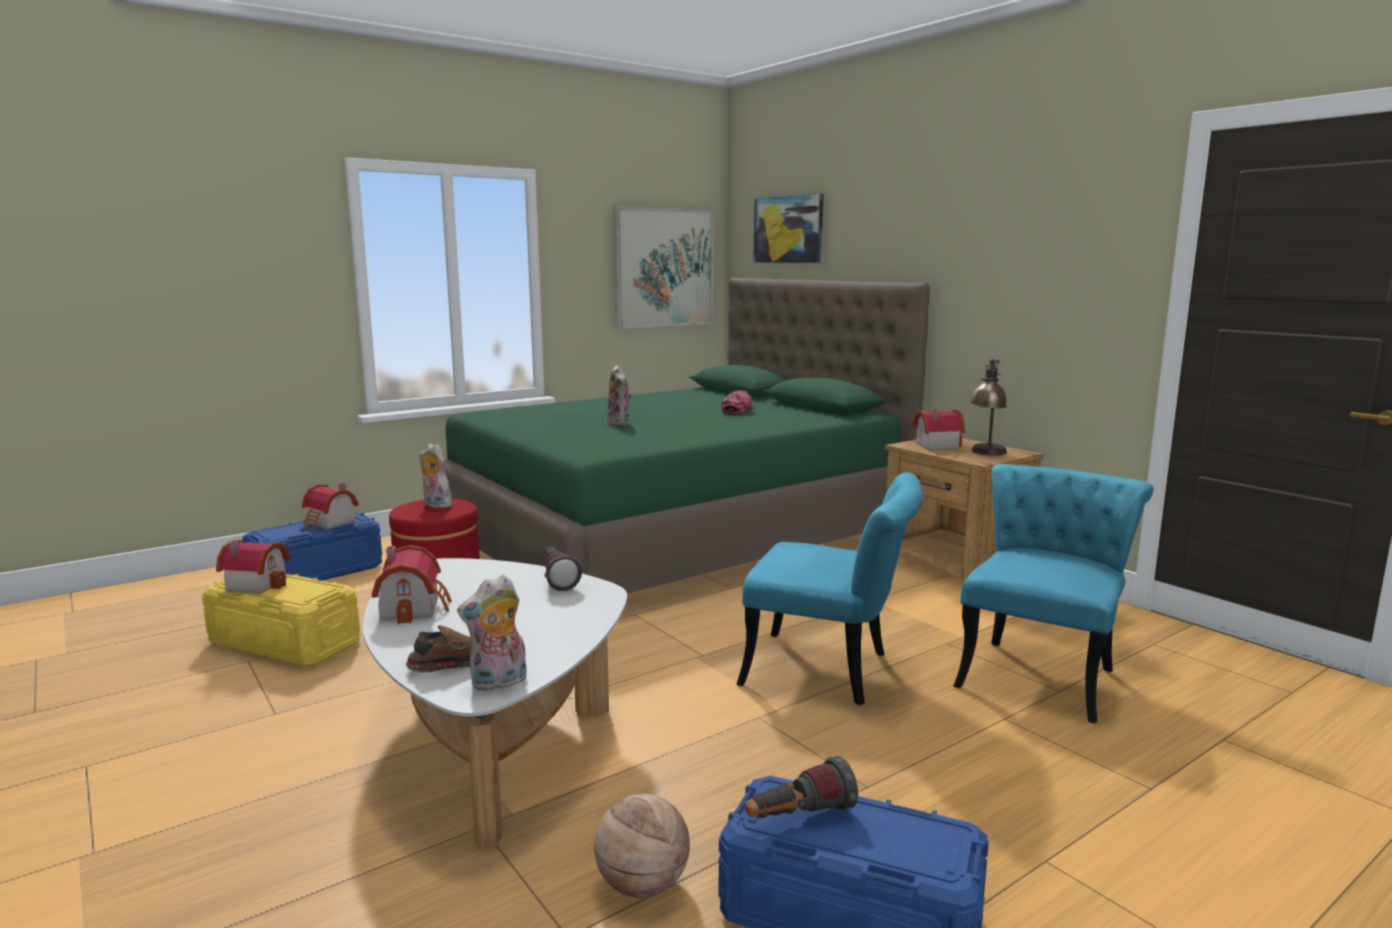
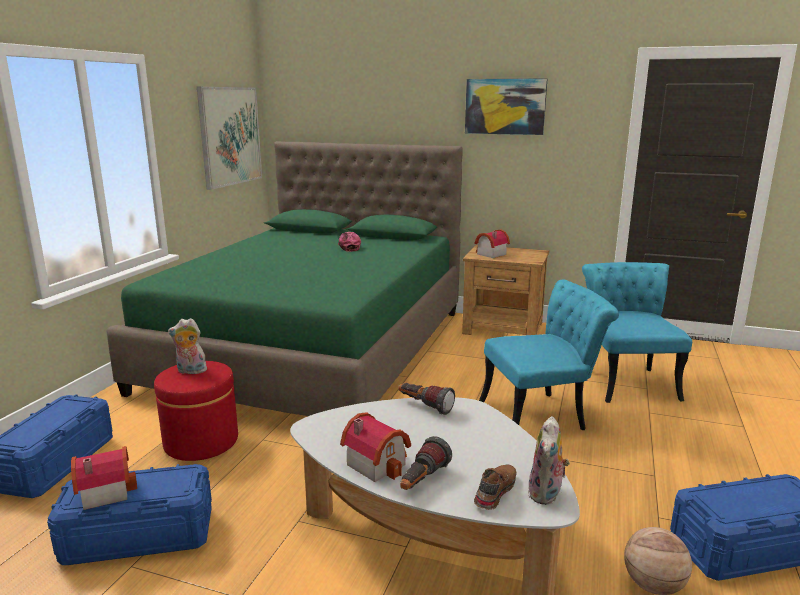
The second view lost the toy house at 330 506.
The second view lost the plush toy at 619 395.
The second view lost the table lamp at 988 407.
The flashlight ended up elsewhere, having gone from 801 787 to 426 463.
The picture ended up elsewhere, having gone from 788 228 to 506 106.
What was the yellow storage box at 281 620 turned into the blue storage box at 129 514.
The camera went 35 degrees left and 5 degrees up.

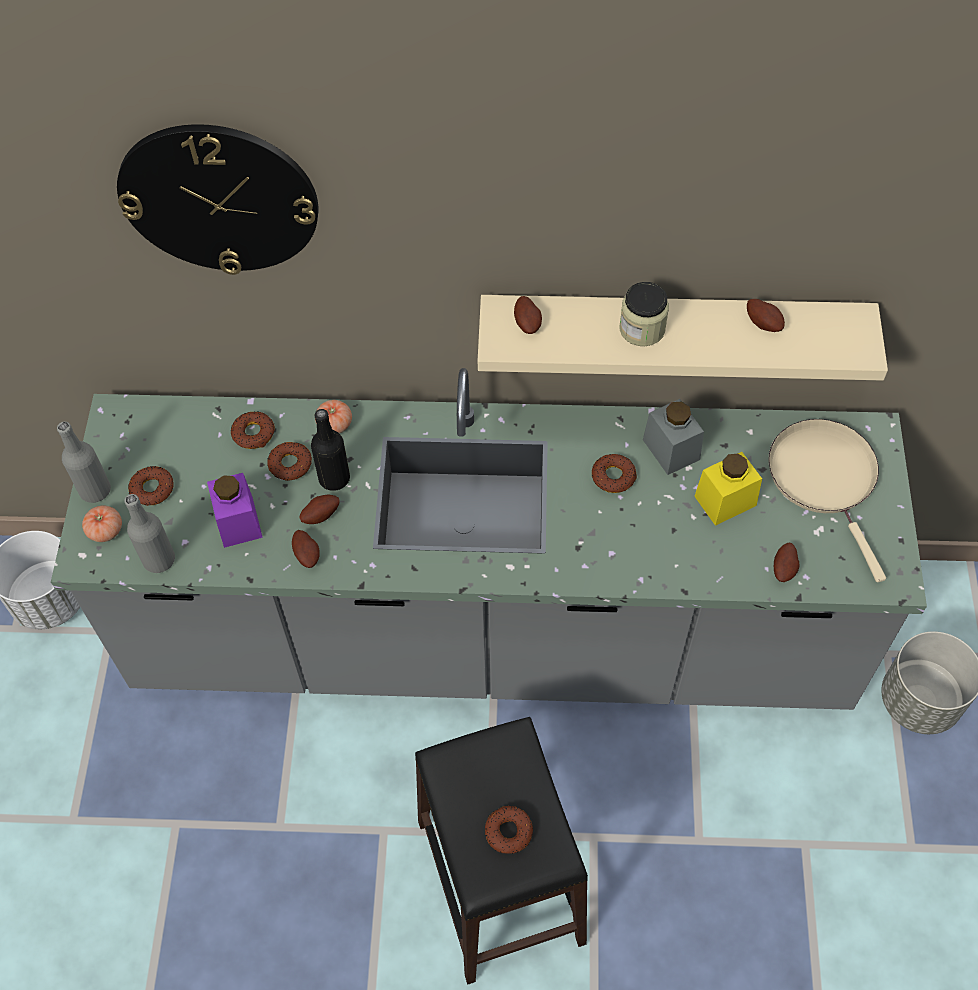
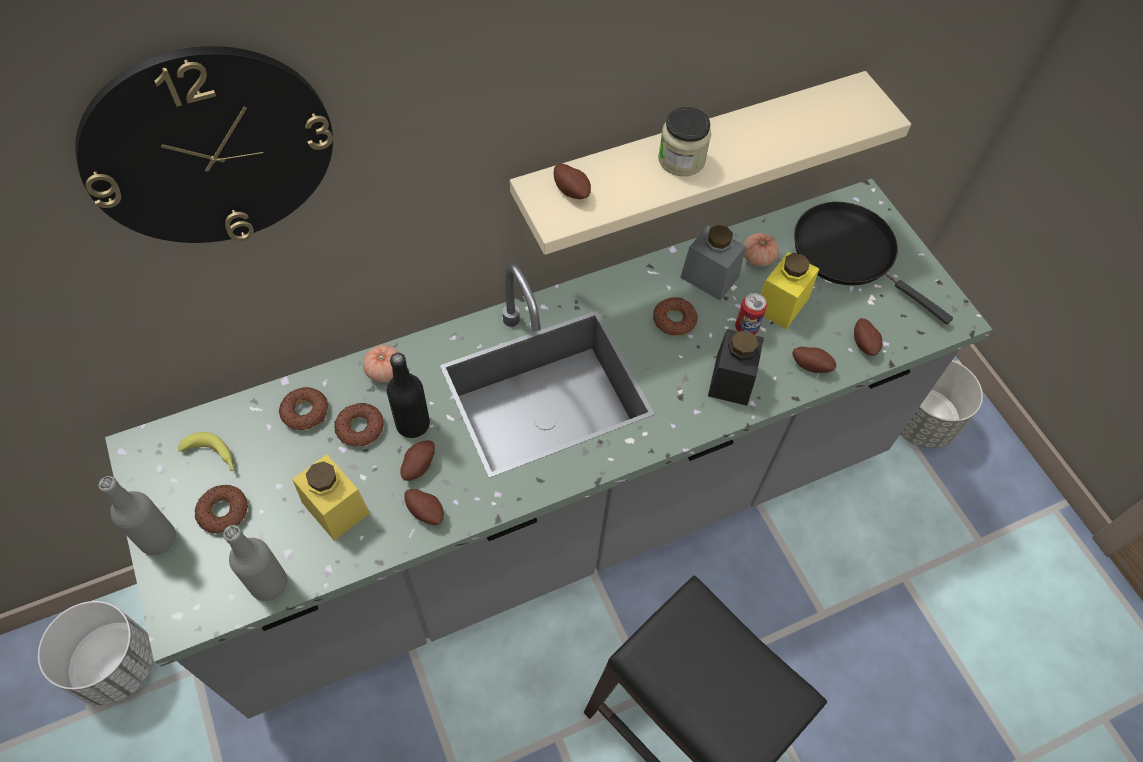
The second view lost the donut at 509 830.
The second view gained the banana at 206 451.
The second view gained the black jar at 736 367.
The second view gained the can at 751 314.
The tomato ended up elsewhere, having gone from 102 523 to 761 249.
The potato ended up elsewhere, having gone from 766 315 to 814 360.
What was the purple jar at 235 510 turned into the yellow jar at 331 497.
What was the beige frying pan at 827 500 turned into the black frying pan at 873 263.
The camera went 30 degrees left and 0 degrees up.

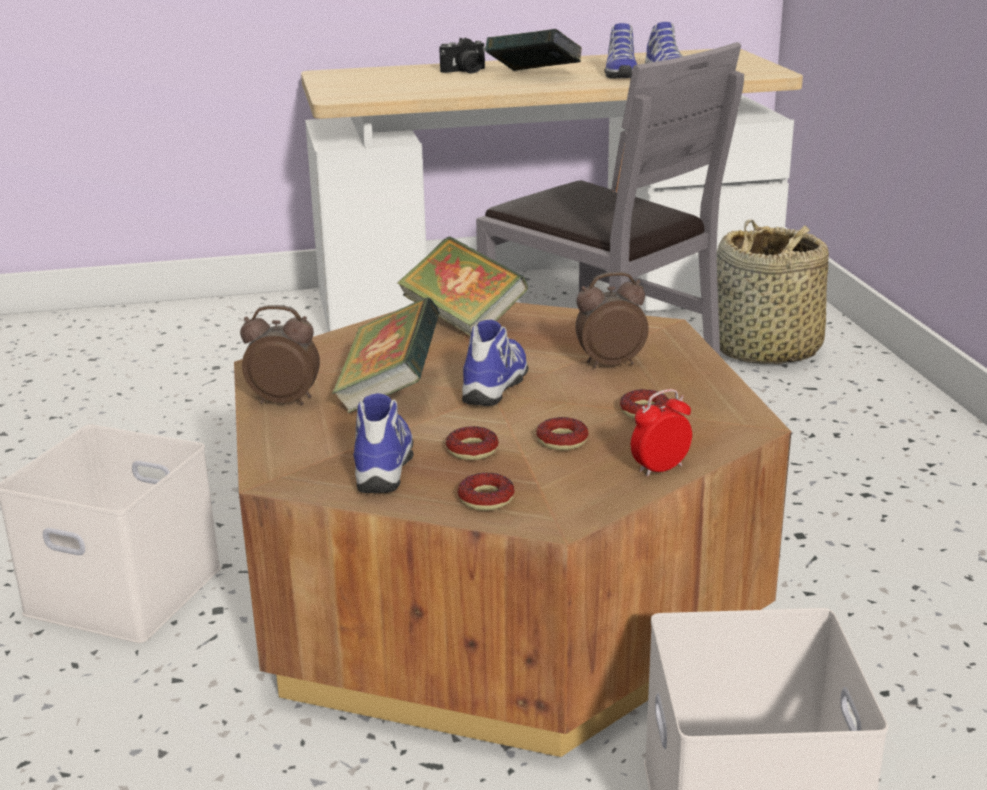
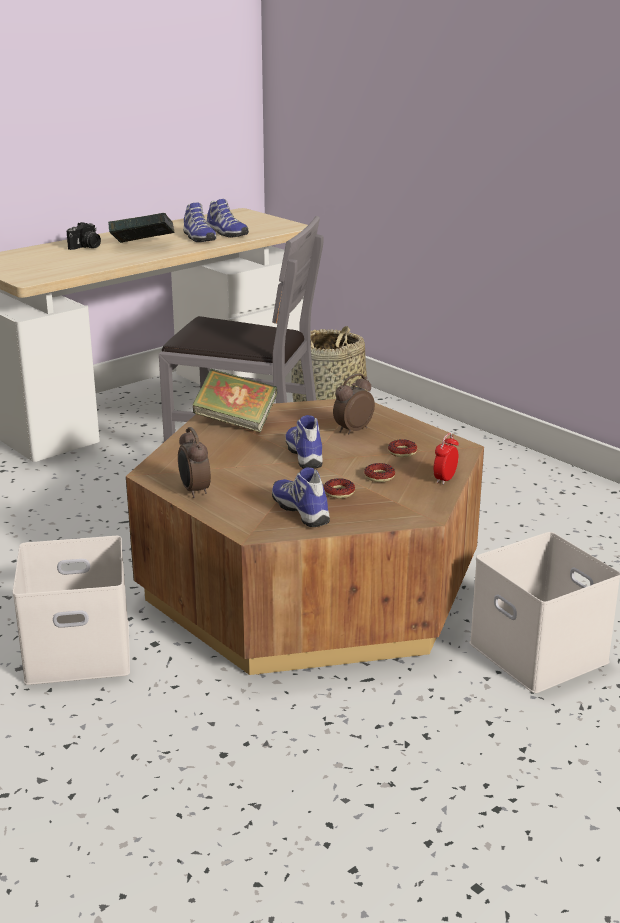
The second view lost the book at 386 355.
The second view lost the donut at 486 492.
The alarm clock at 280 355 ended up facing another way, 90 degrees counterclockwise from before.
The camera went 30 degrees left and 0 degrees up.

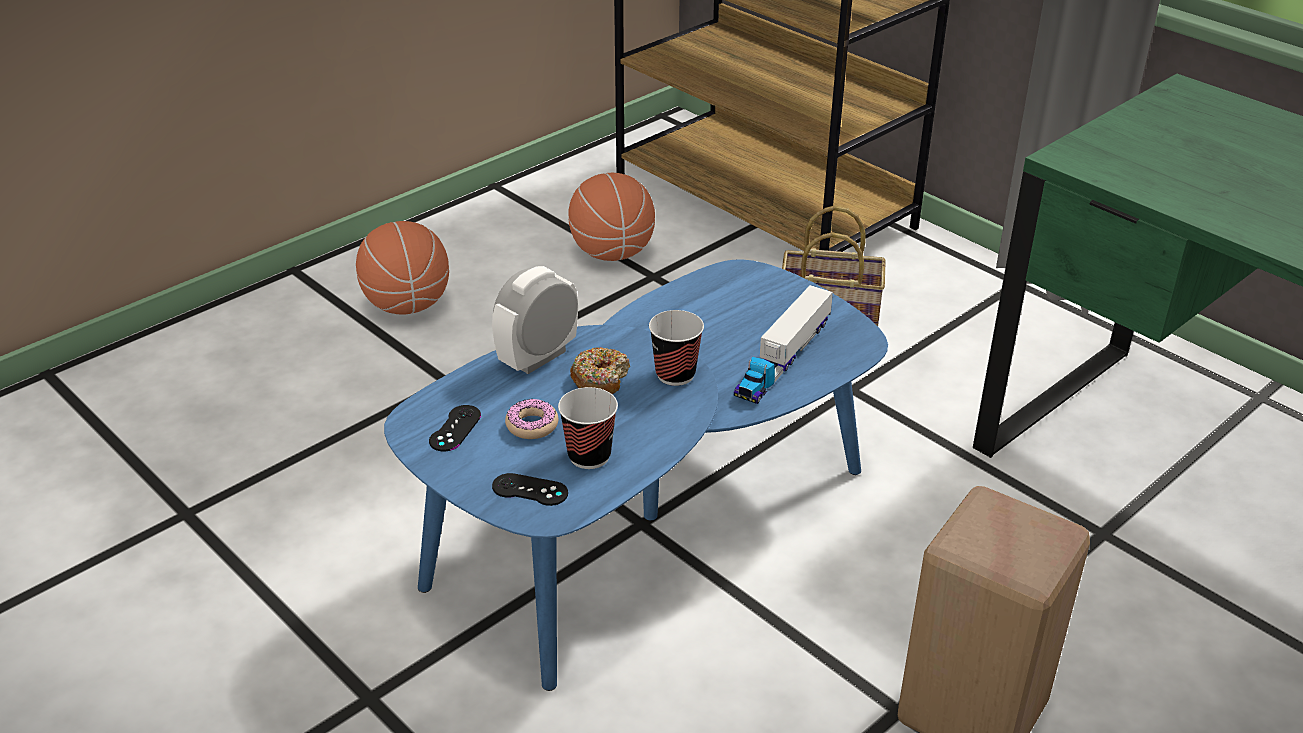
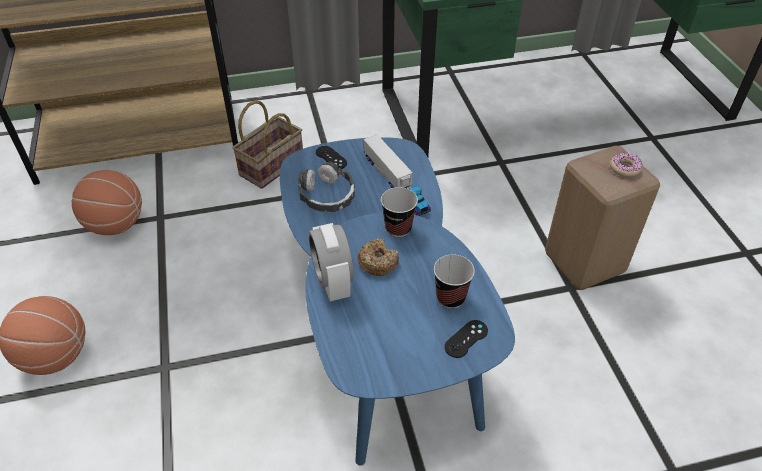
The second view gained the headphones at 326 187.
The black game controller ended up elsewhere, having gone from 455 428 to 331 157.
The donut ended up elsewhere, having gone from 532 419 to 626 165.
The camera went 60 degrees left and 10 degrees up.

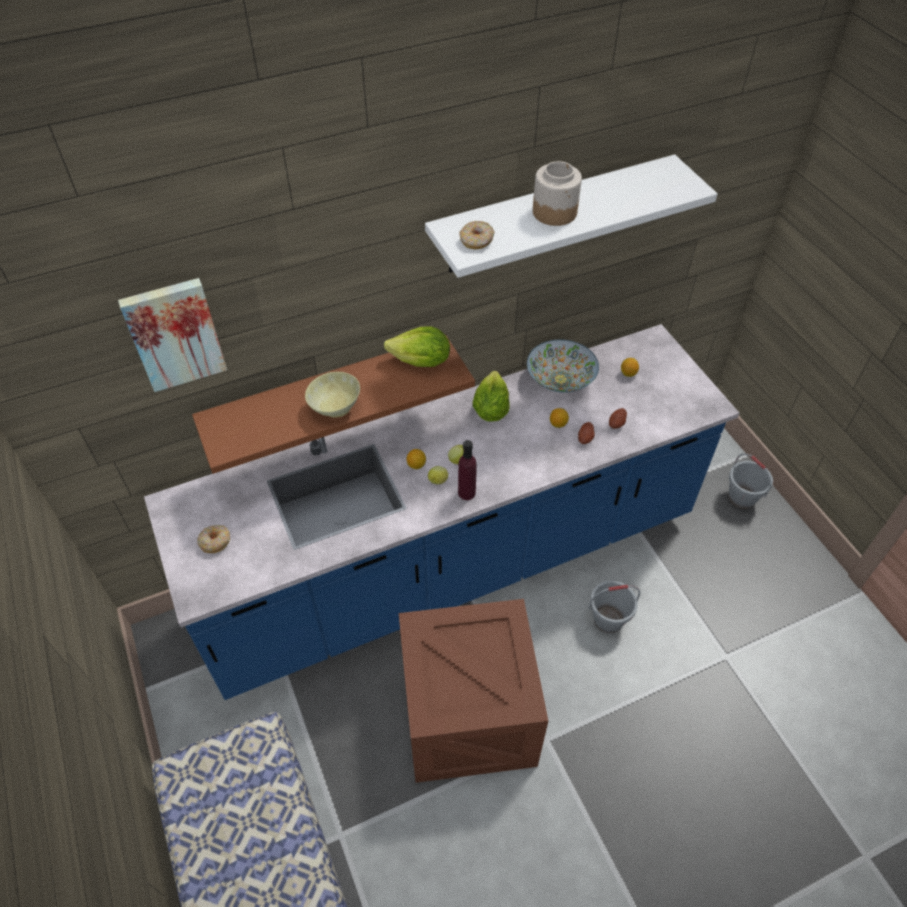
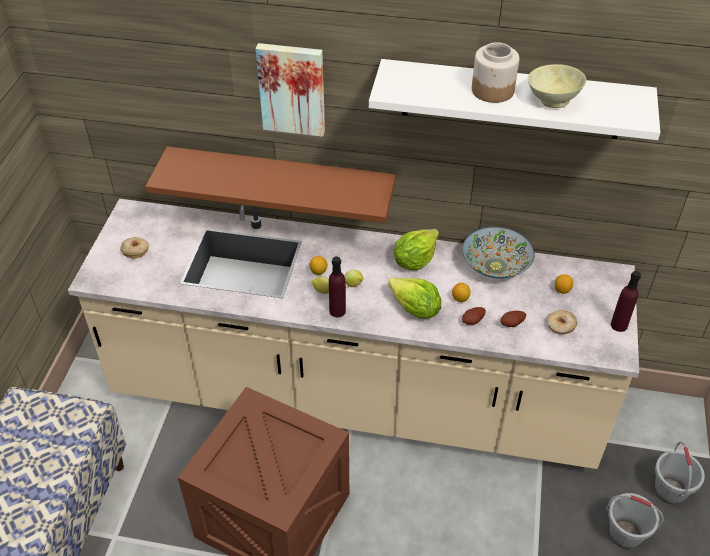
The second view gained the purple bottle at 626 301.
The picture ended up elsewhere, having gone from 172 335 to 290 90.
The beige bowl ended up elsewhere, having gone from 332 395 to 557 86.
The lettuce ended up elsewhere, having gone from 417 347 to 414 298.
The donut ended up elsewhere, having gone from 476 235 to 562 322.
The grey bucket ended up elsewhere, having gone from 614 607 to 635 521.
What was the blue counter at 442 512 turned into the beige counter at 353 334.
The camera went 35 degrees right and 5 degrees down.

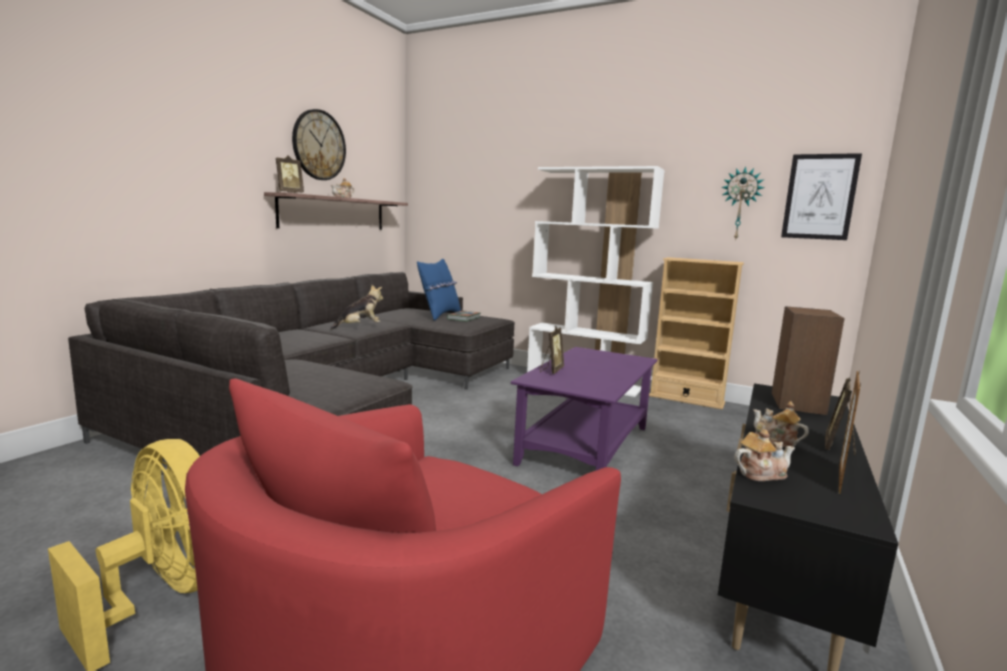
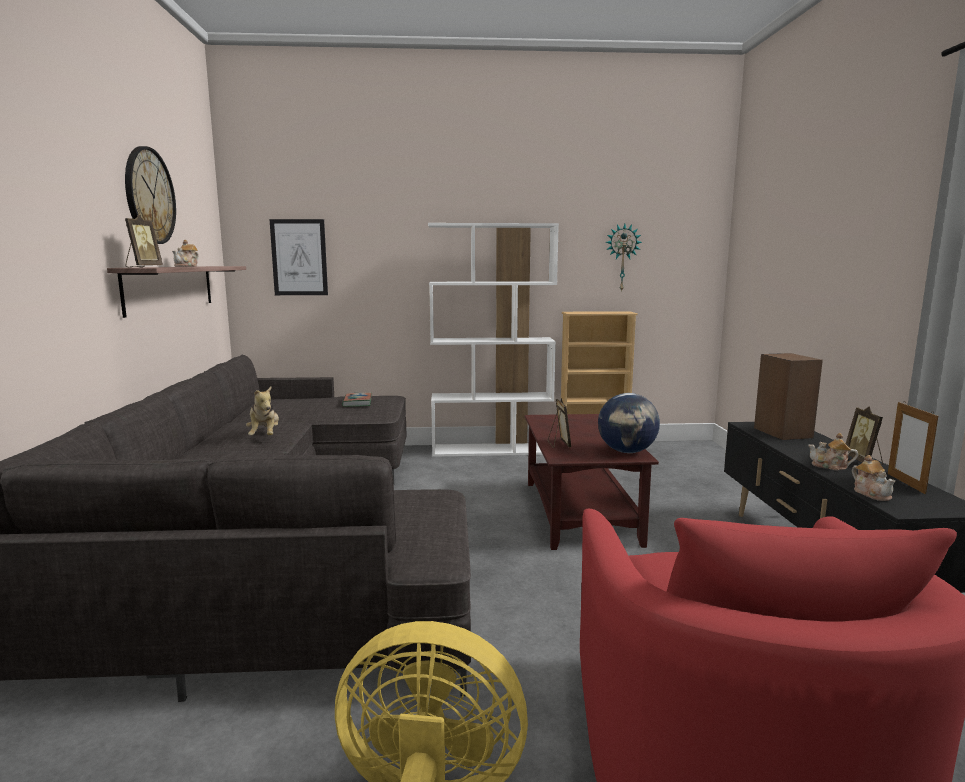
The second view lost the blue pillow at 439 289.
The second view gained the globe at 629 423.
The picture ended up elsewhere, having gone from 821 196 to 298 257.
What was the purple coffee table at 584 409 turned into the brown coffee table at 591 482.
The plush toy at 356 307 ended up facing another way, 135 degrees clockwise from before.
The teapot at 764 455 ended up facing another way, 120 degrees clockwise from before.
The camera went 30 degrees left and 0 degrees up.

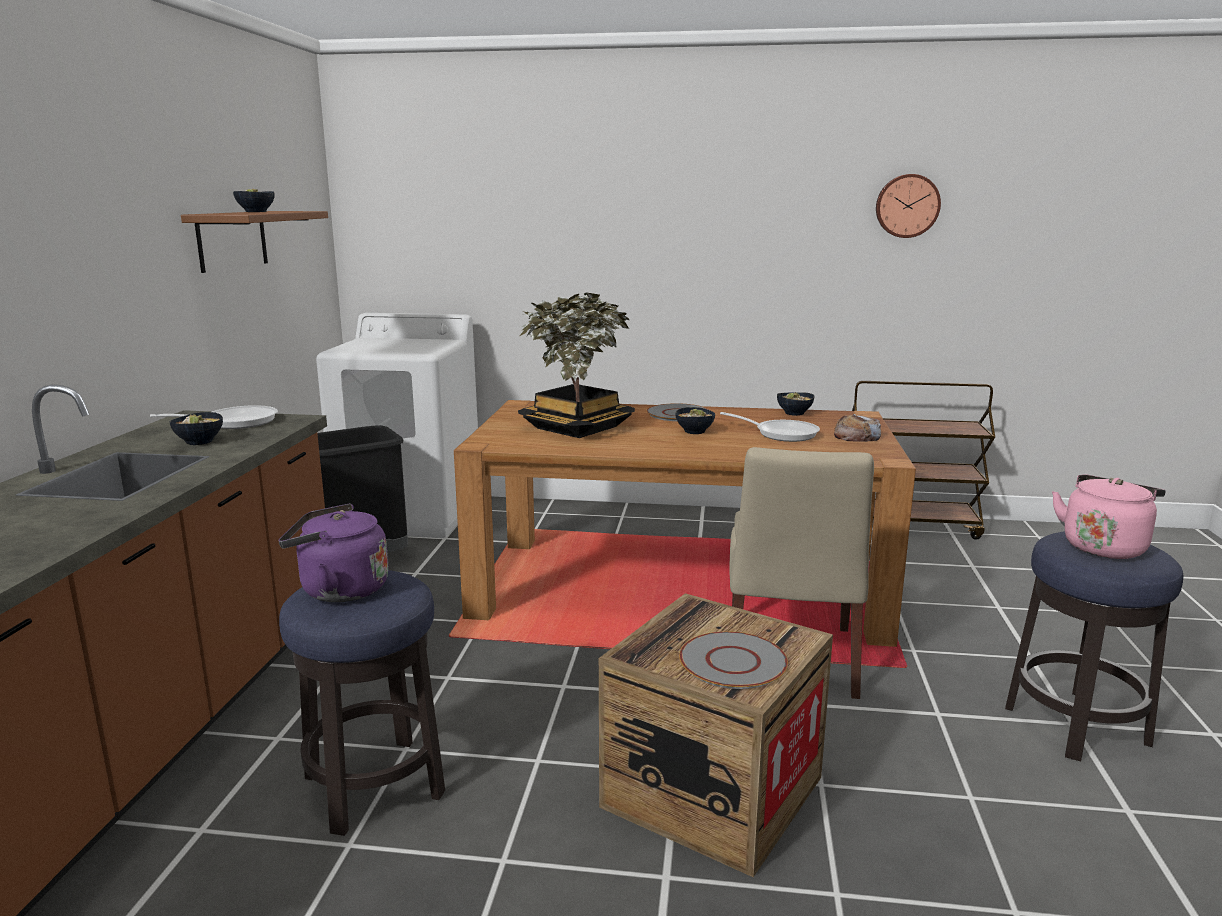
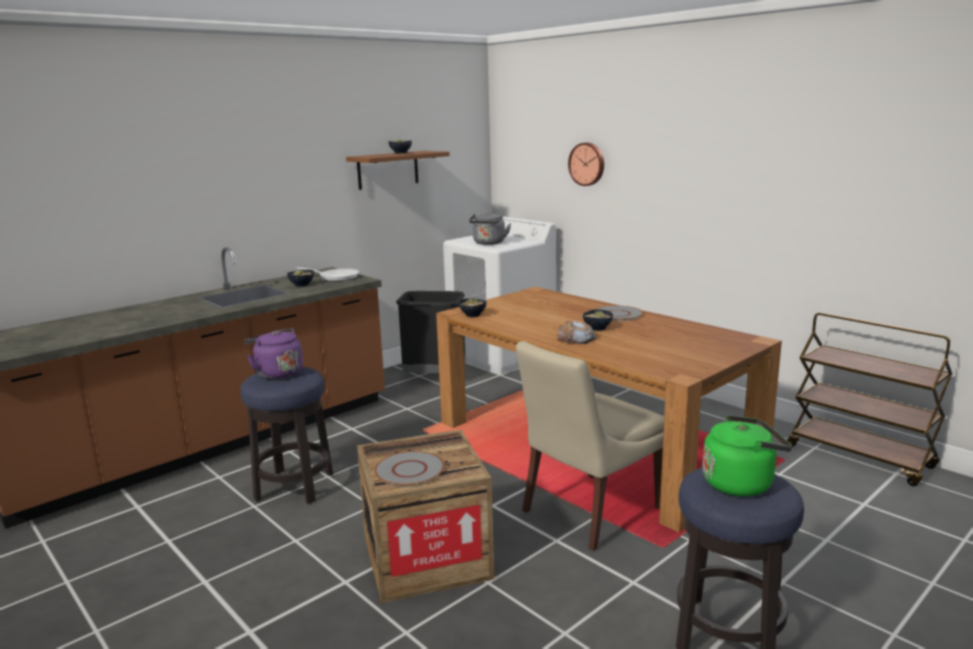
The second view lost the potted plant at 576 365.
The second view lost the frying pan at 770 427.
The second view gained the grey kettle at 490 228.
The bowl ended up elsewhere, having gone from 795 404 to 473 307.
The bread ended up elsewhere, having gone from 857 428 to 576 332.
The wall clock ended up elsewhere, having gone from 908 206 to 586 164.
What was the pink kettle at 1109 517 turned into the green kettle at 747 455.
The camera went 40 degrees right and 0 degrees up.

